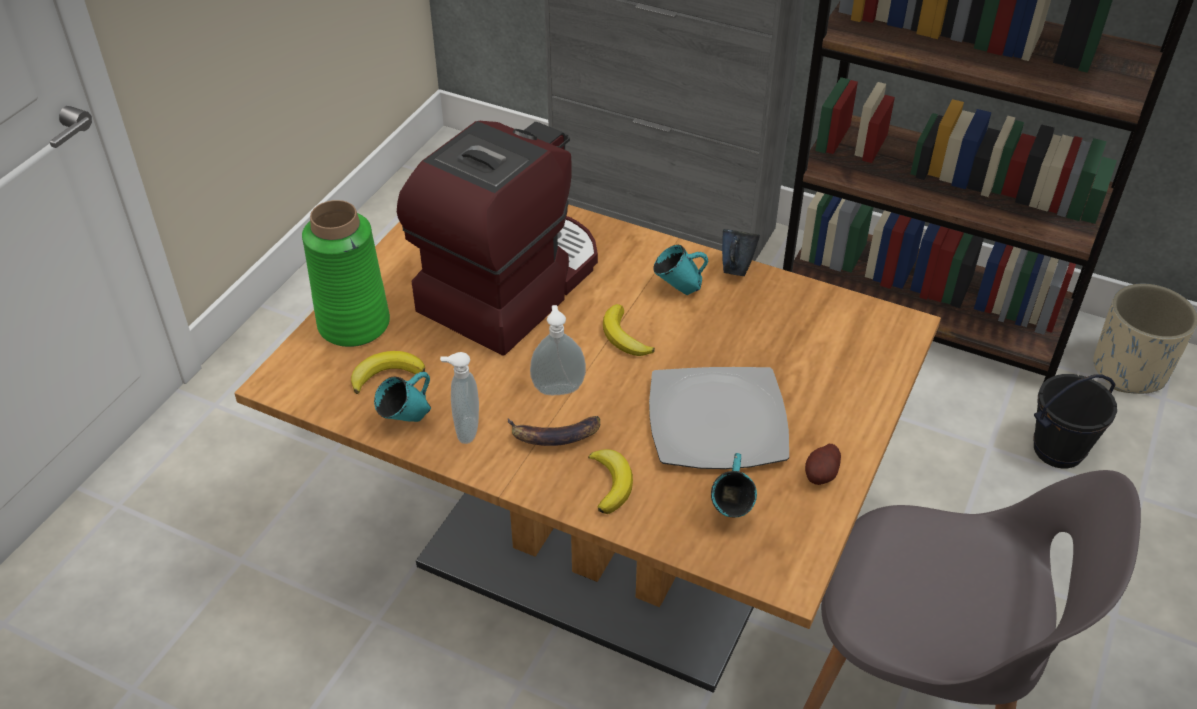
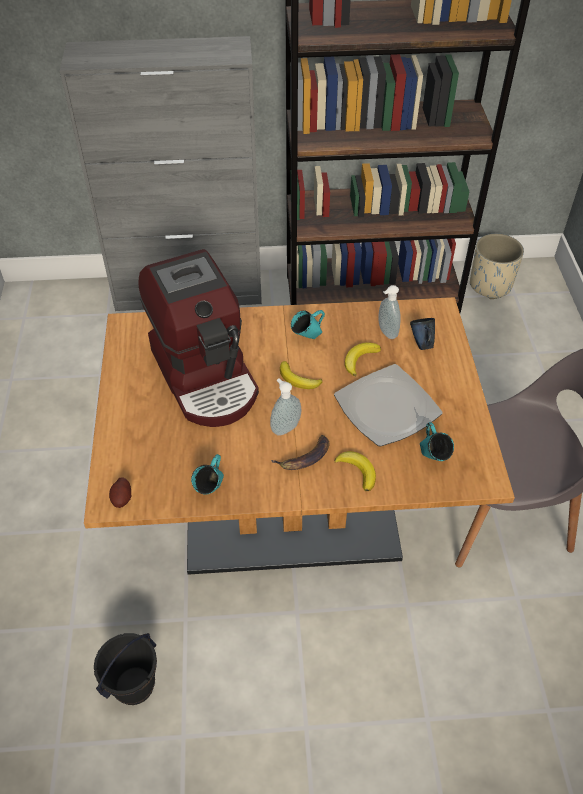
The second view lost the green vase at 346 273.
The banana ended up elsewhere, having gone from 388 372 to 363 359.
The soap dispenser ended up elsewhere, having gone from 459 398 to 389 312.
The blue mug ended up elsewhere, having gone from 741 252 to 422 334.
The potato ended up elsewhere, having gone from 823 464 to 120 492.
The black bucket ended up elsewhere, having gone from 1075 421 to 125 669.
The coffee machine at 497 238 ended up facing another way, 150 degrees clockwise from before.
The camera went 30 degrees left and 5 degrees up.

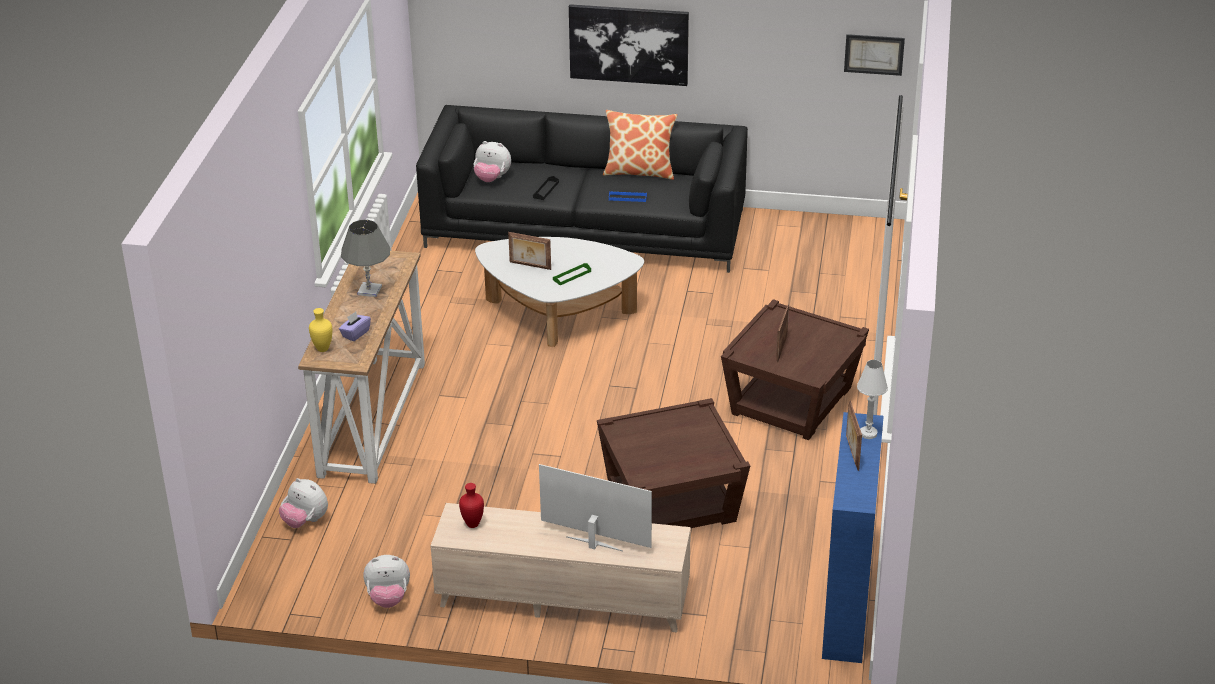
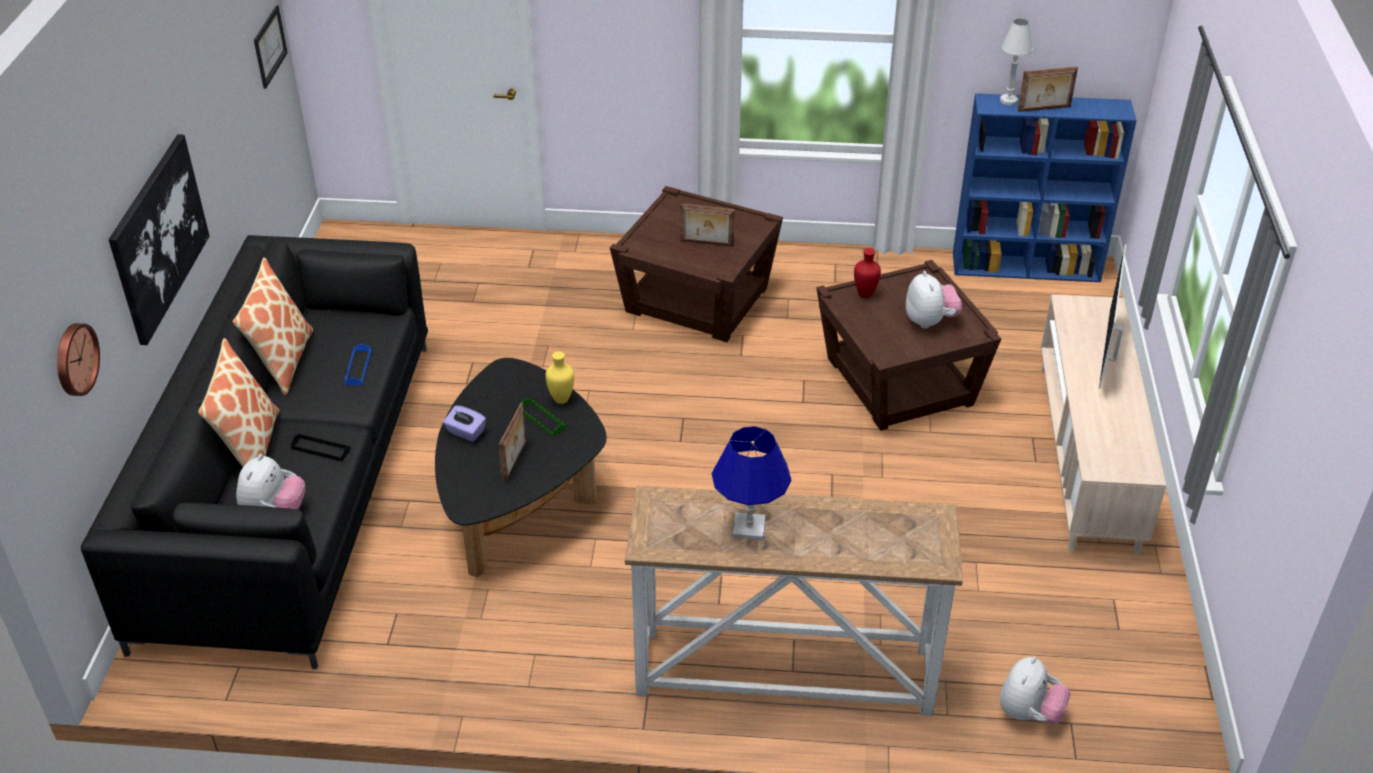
The second view gained the wall clock at 78 359.
The second view gained the pillow at 238 402.
The yellow vase ended up elsewhere, having gone from 320 330 to 559 377.
The purple tissue box ended up elsewhere, having gone from 355 326 to 464 424.
The plush toy ended up elsewhere, having gone from 386 581 to 934 300.
The red vase ended up elsewhere, having gone from 471 505 to 867 273.
What was the grey table lamp at 365 258 turned into the blue table lamp at 752 483.
What was the white coffee table at 559 292 turned into the black coffee table at 521 467.
The camera went 95 degrees left and 5 degrees up.

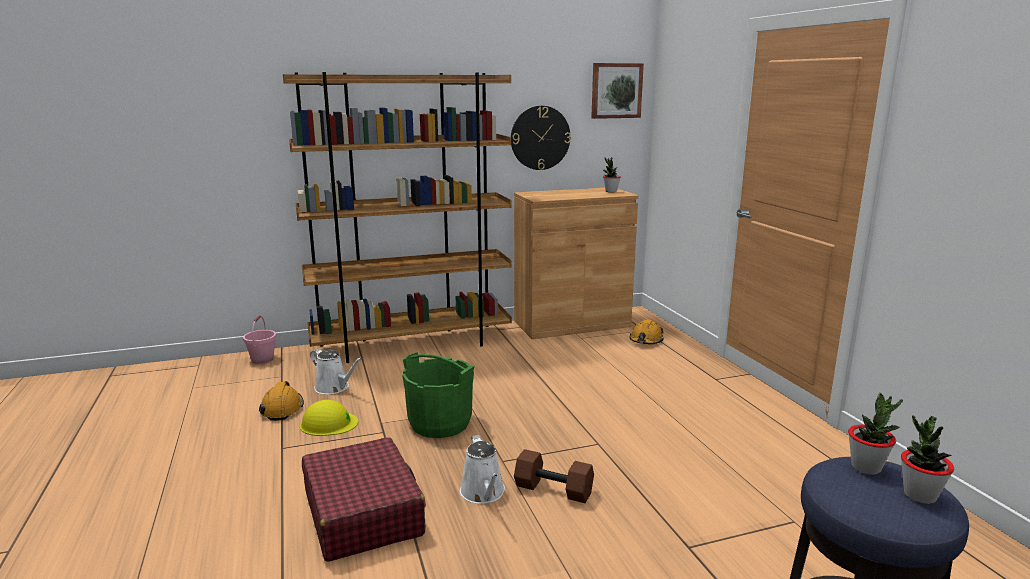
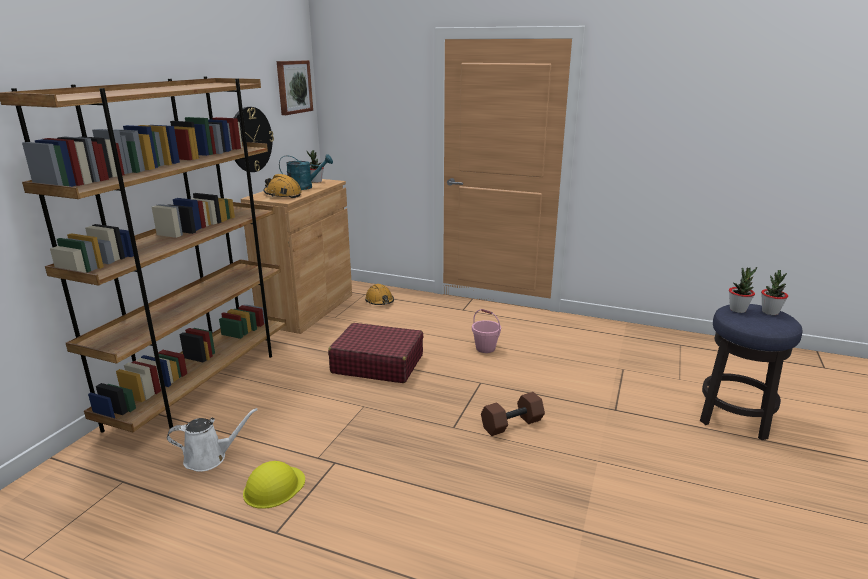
The second view lost the green bucket at 438 395.
The second view lost the white watering can at 482 469.
The second view gained the turquoise watering can at 306 172.
The pink bucket ended up elsewhere, having gone from 259 339 to 486 331.
The orange hard hat ended up elsewhere, having gone from 281 401 to 283 186.
The red suitcase ended up elsewhere, having gone from 364 499 to 376 353.
The camera went 50 degrees left and 5 degrees up.

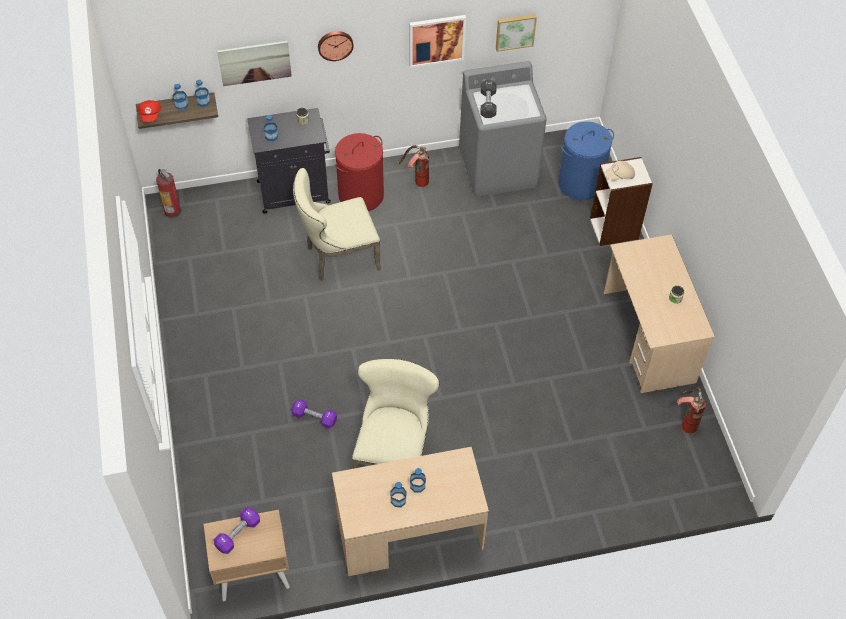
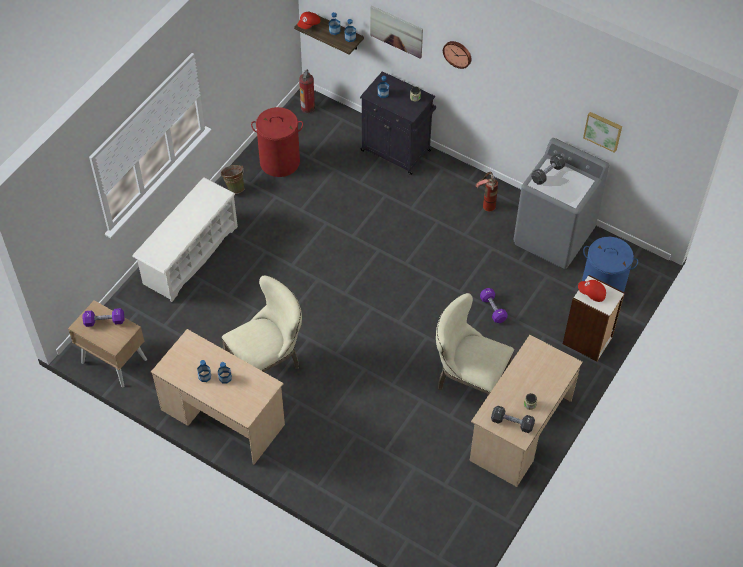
The second view lost the picture at 437 41.
The second view lost the fire extinguisher at 691 410.
The second view gained the white shoe rack at 185 239.
The second view gained the green bucket at 232 179.
The second view gained the black dumbbell at 513 419.
The purple dumbbell ended up elsewhere, having gone from 314 413 to 494 305.
The beige chair ended up elsewhere, having gone from 337 224 to 475 345.
The red laundry basket ended up elsewhere, having gone from 359 172 to 277 142.
What was the beige cap at 620 170 turned into the red cap at 592 291.
The camera went 45 degrees right and 0 degrees up.

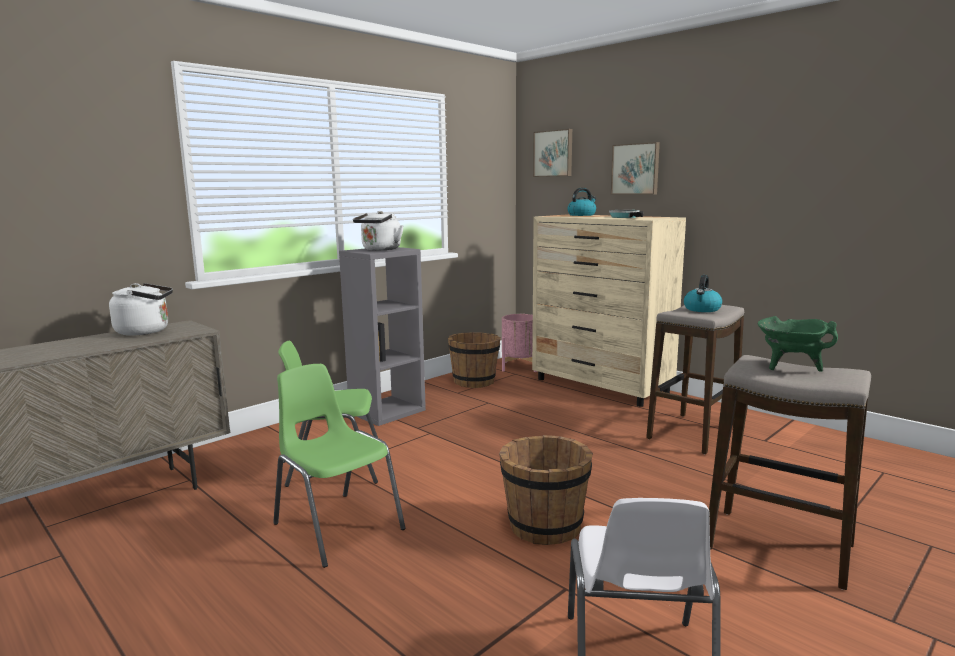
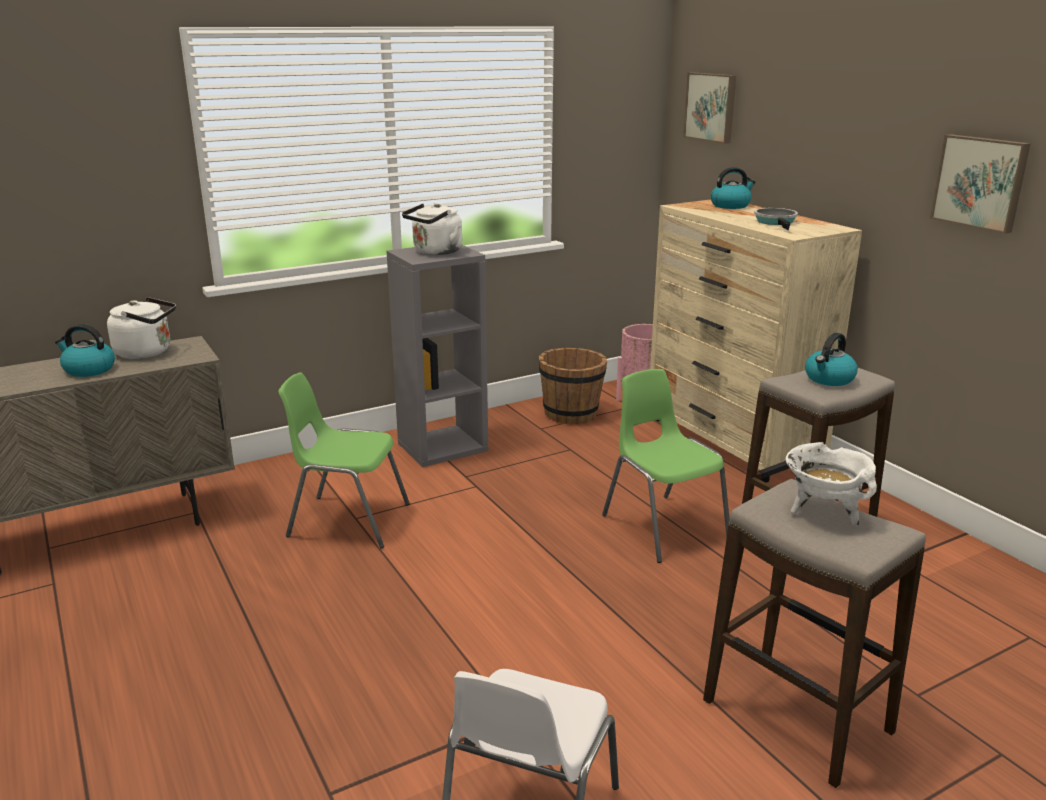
The second view lost the brown bucket at 546 490.
The second view gained the kettle at 85 350.
The green chair ended up elsewhere, having gone from 339 466 to 666 466.
The picture ended up elsewhere, having gone from 635 168 to 980 184.
What was the green cooking pot at 798 344 turned into the white cooking pot at 831 484.
The camera went 15 degrees right and 10 degrees up.

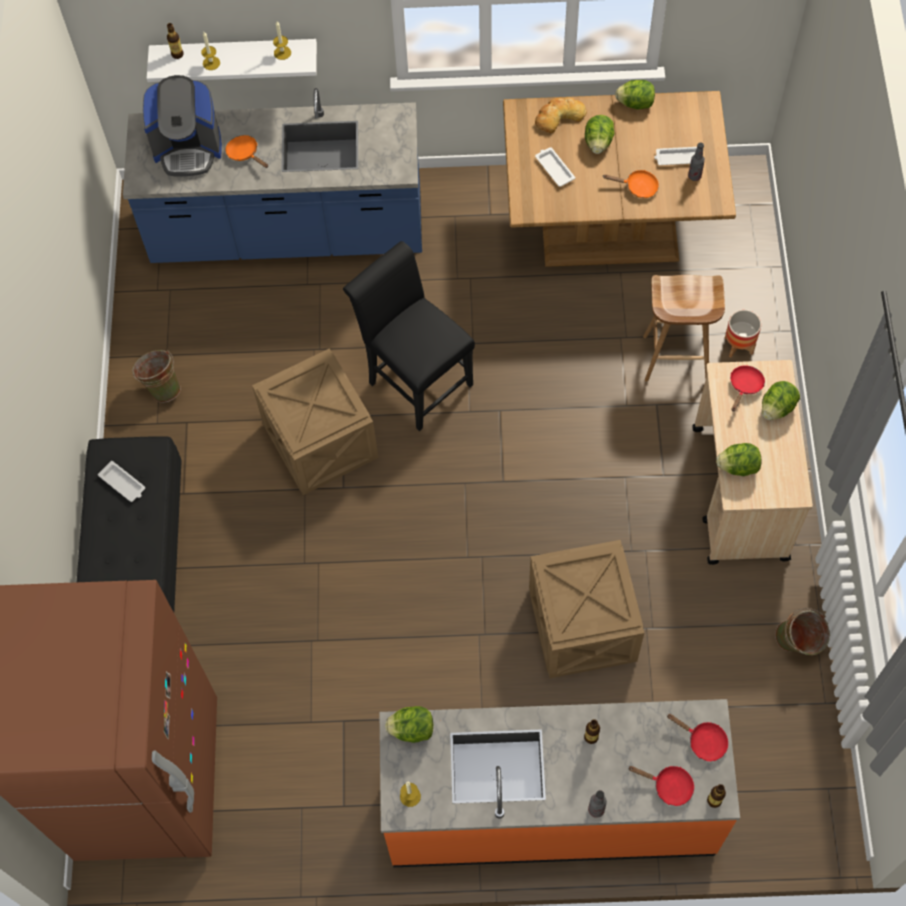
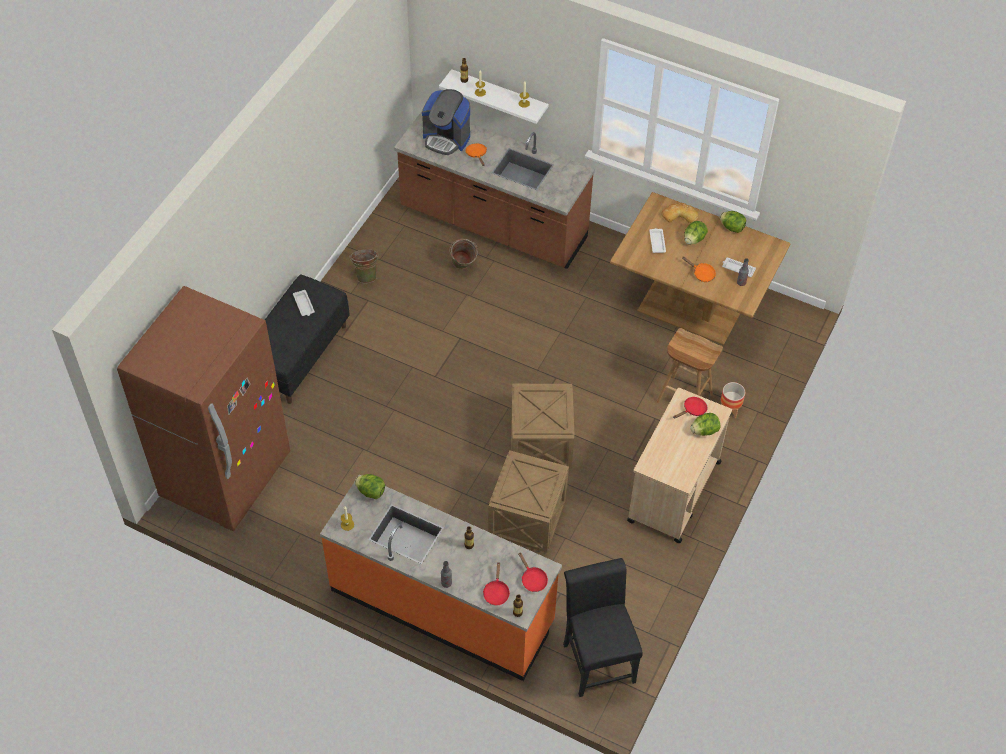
The second view lost the lettuce at 738 459.
The crate ended up elsewhere, having gone from 315 421 to 542 427.
The black chair ended up elsewhere, having gone from 409 336 to 603 627.
The green bucket ended up elsewhere, having gone from 802 631 to 464 254.
What was the blue counter at 272 175 turned into the brown counter at 494 190.
The red frying pan at 661 786 ended up facing another way, 45 degrees clockwise from before.
The camera went 25 degrees right and 10 degrees down.

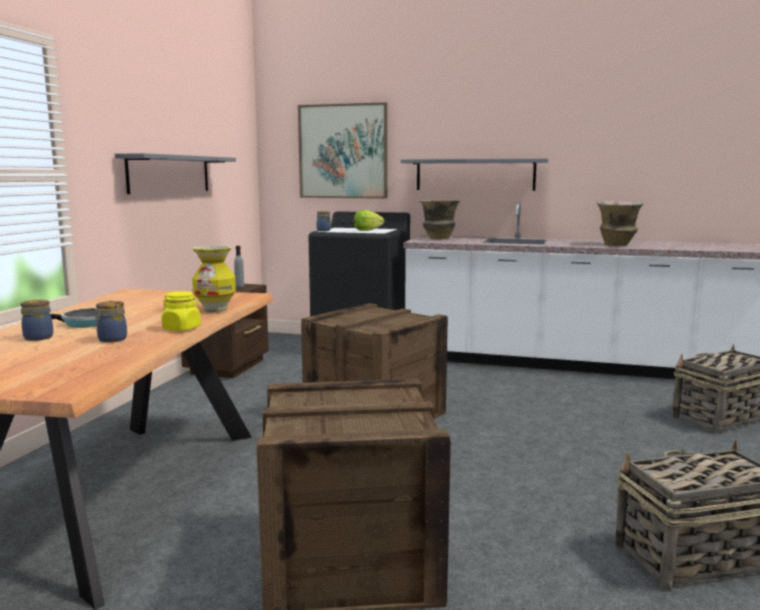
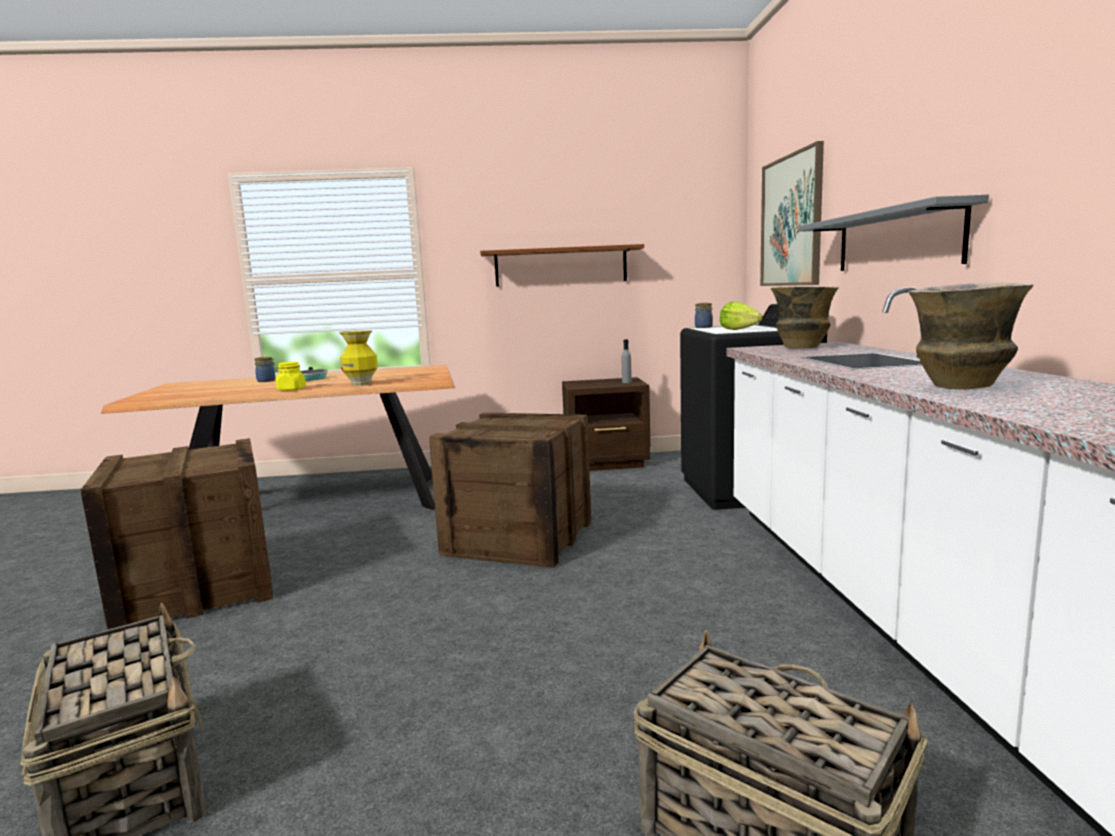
The second view lost the jar at 110 321.
What was the grey shelf at 175 173 turned into the brown shelf at 562 265.
The camera went 70 degrees right and 0 degrees up.

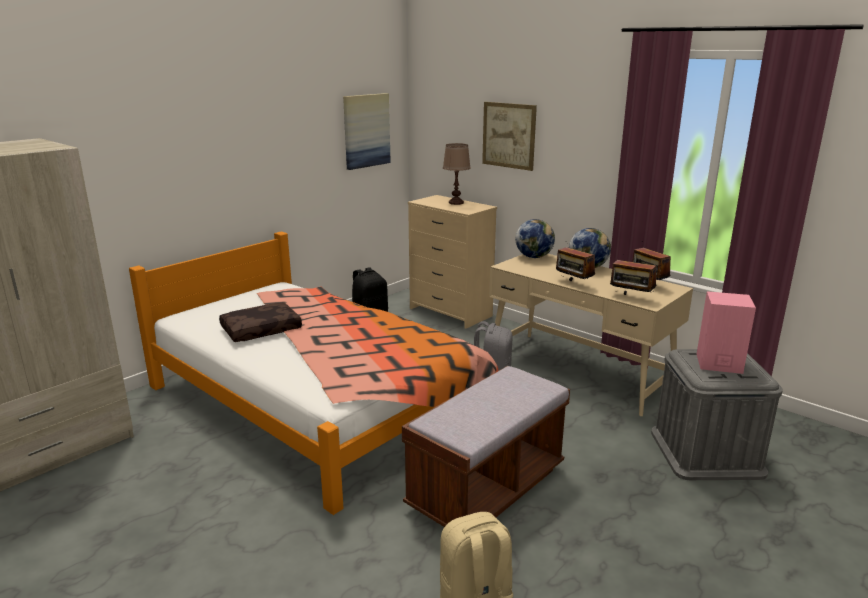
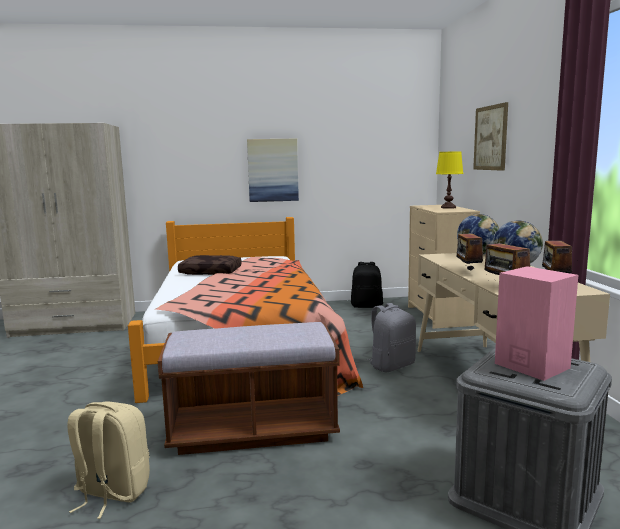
The picture ended up elsewhere, having gone from 367 131 to 273 170.
What was the brown table lamp at 457 174 turned into the yellow table lamp at 450 180.
The camera went 40 degrees right and 10 degrees down.

